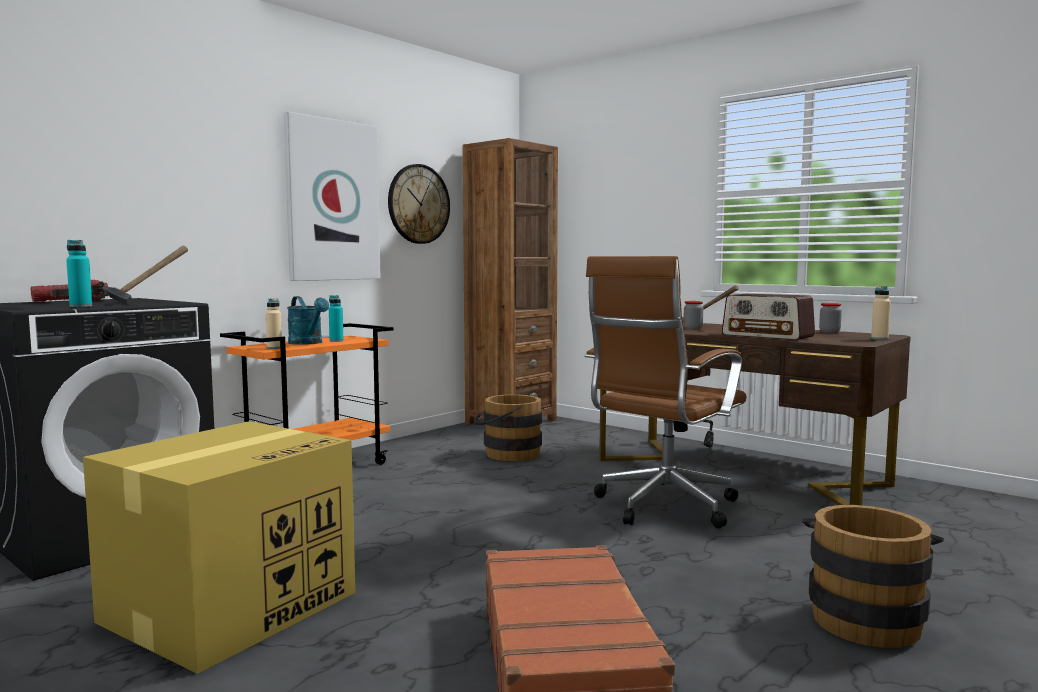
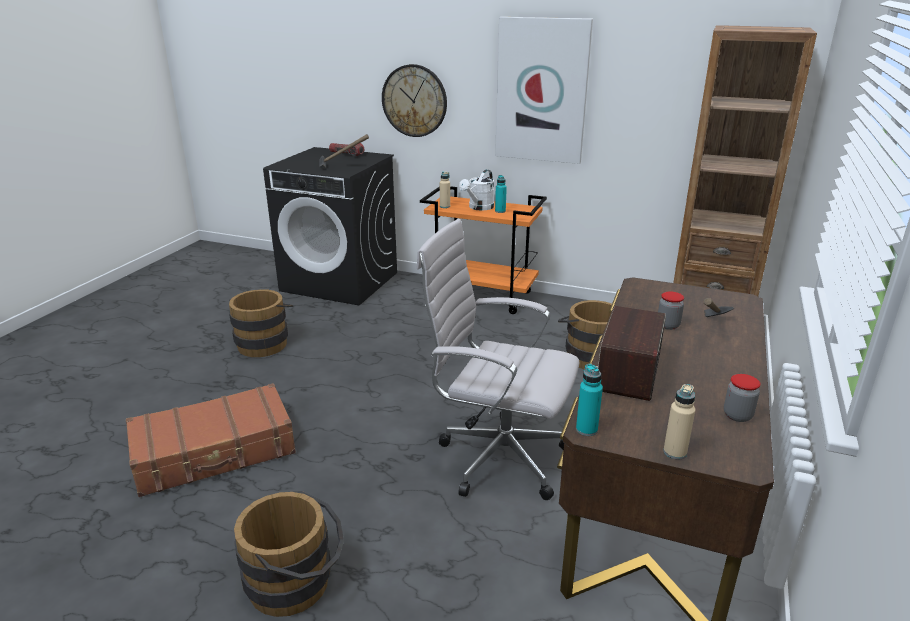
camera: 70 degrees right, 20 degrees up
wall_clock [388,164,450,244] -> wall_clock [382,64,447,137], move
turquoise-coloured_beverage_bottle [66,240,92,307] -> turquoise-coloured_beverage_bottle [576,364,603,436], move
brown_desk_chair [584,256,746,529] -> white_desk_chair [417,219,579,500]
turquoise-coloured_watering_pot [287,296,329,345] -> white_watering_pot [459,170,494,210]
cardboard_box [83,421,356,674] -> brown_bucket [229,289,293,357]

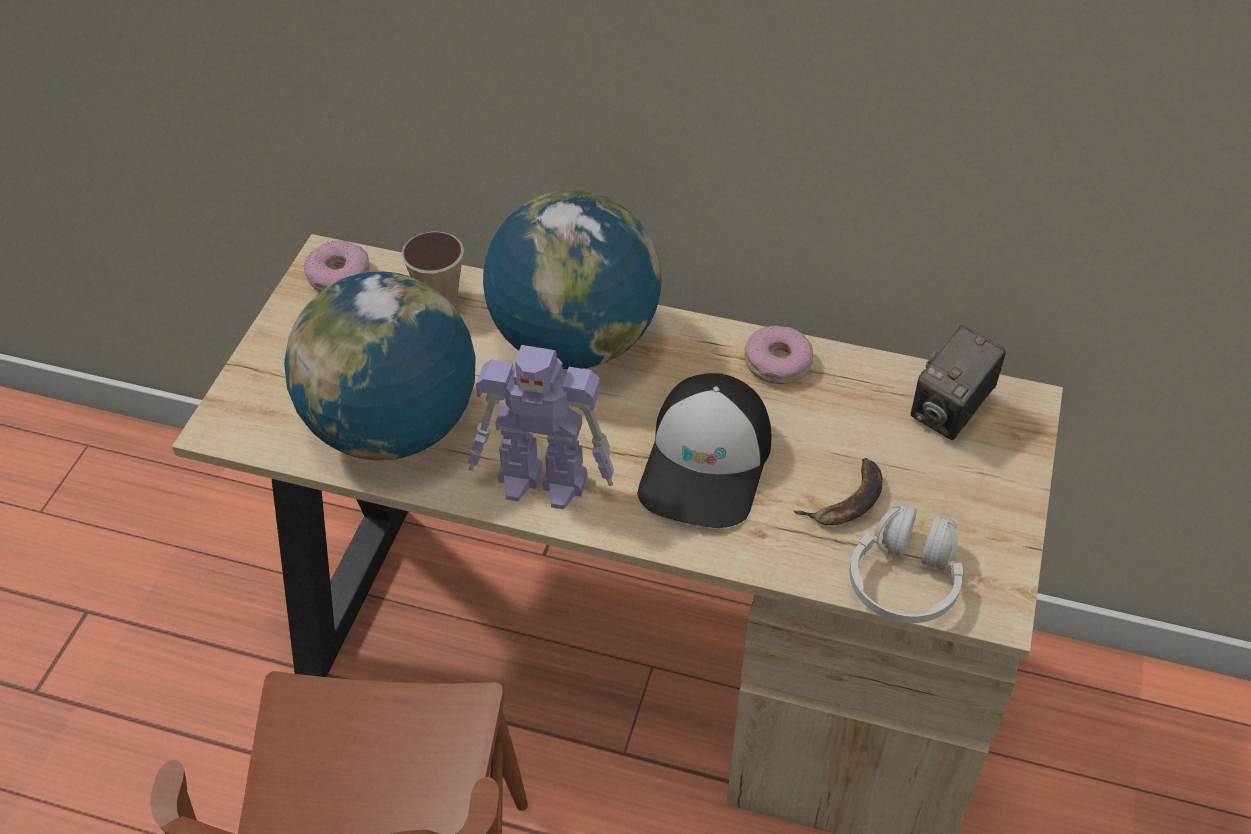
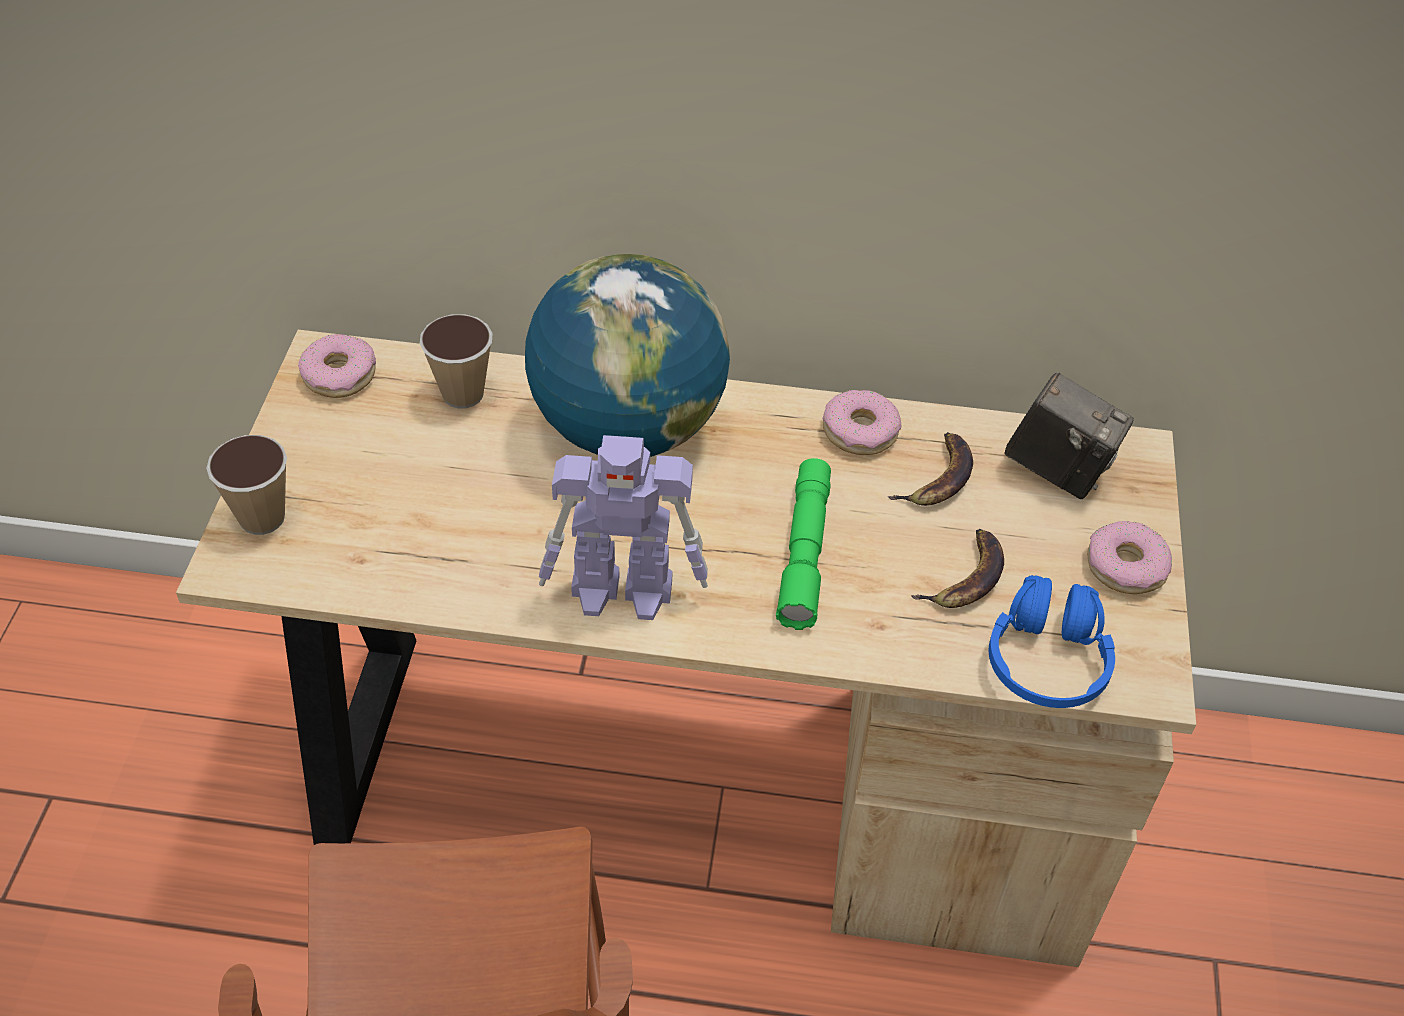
camera: 10 degrees left, 0 degrees up
globe [284,272,476,460] -> none
still_camera [911,325,1006,440] -> still_camera [1005,373,1134,499], 90 degrees counterclockwise
peaked_cap [637,373,771,528] -> green_torch [776,458,831,630]
white_headphones [849,503,963,623] -> bluish_headphones [988,575,1115,708]
none -> whole_banana [888,432,973,506]
none -> cup [206,435,287,535]
none -> donut [1087,521,1172,594]

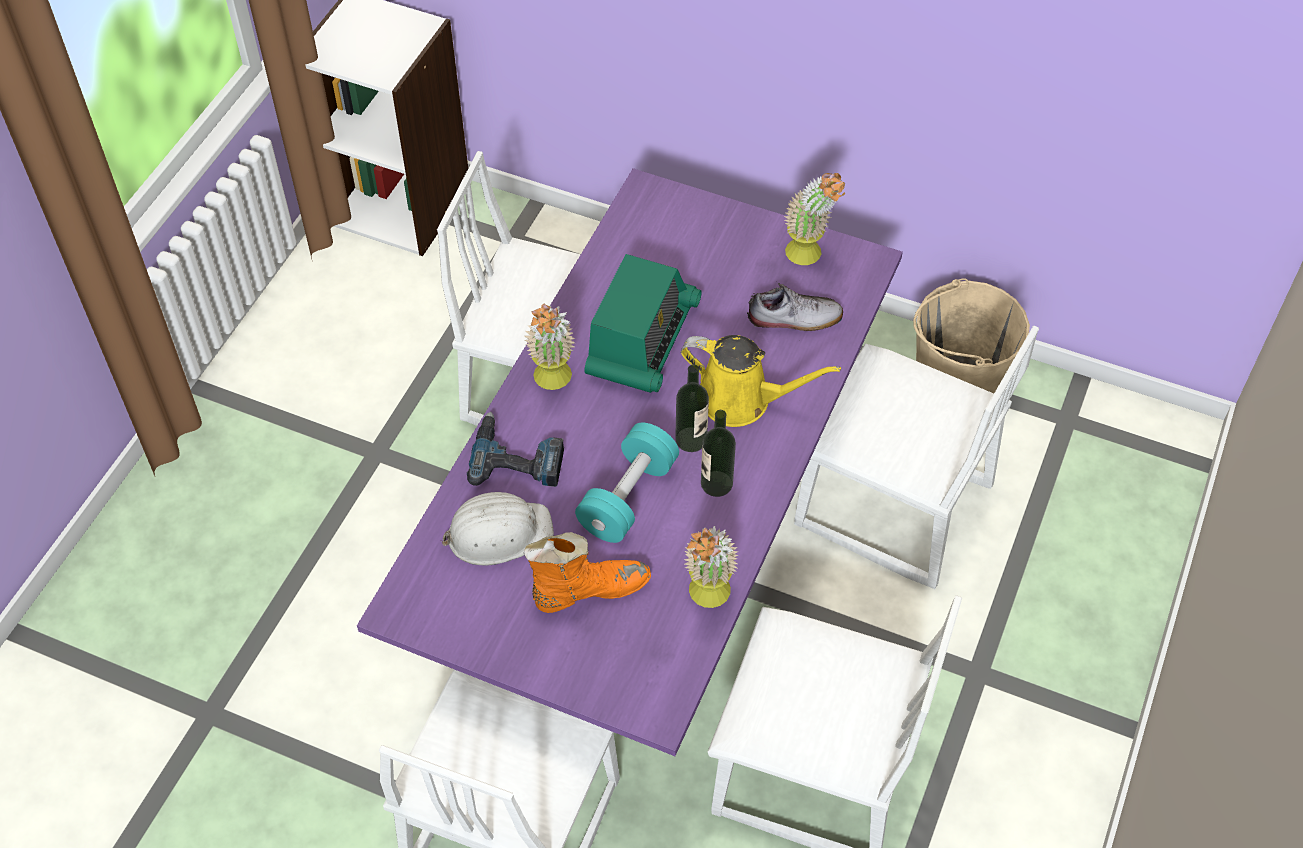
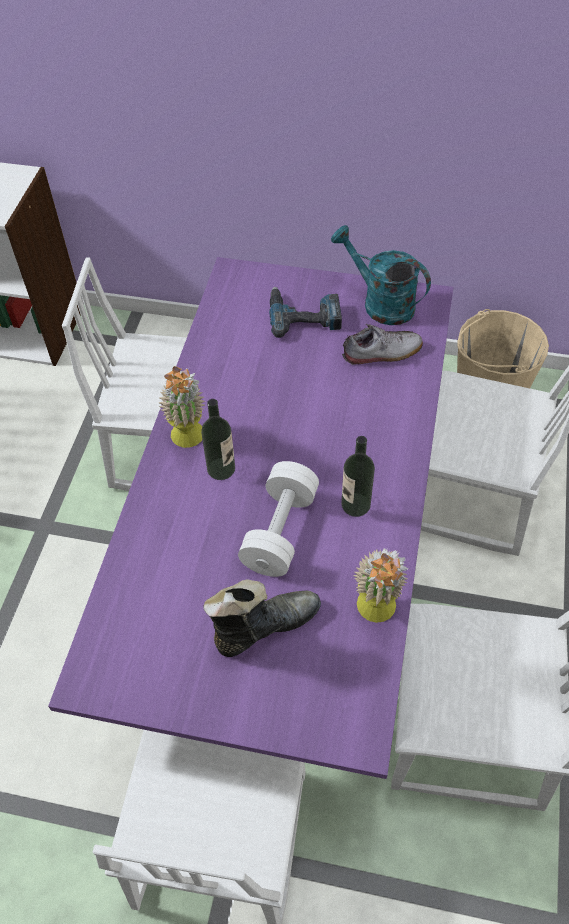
camera: 10 degrees left, 0 degrees up
potted_plant [784,173,845,265] -> turquoise-coloured_watering_pot [331,225,431,325]
radio_set [585,254,702,393] -> none
yellowish_watering_pot [681,335,841,427] -> none
beverage_bottle [675,364,709,452] -> beverage_bottle [201,399,235,480], move
drill [467,412,564,487] -> drill [269,287,342,338], move
turquoise-coloured_dumbbell [575,423,679,543] -> white_dumbbell [238,461,319,577]
white_work_helmet [440,492,554,566] -> none
orange-coloured_high-top_boot [524,532,651,613] -> black-coloured_high-top_boot [204,579,321,657]

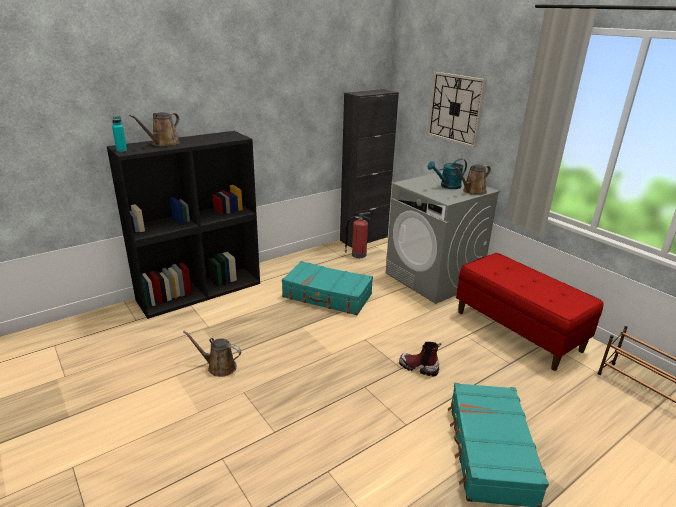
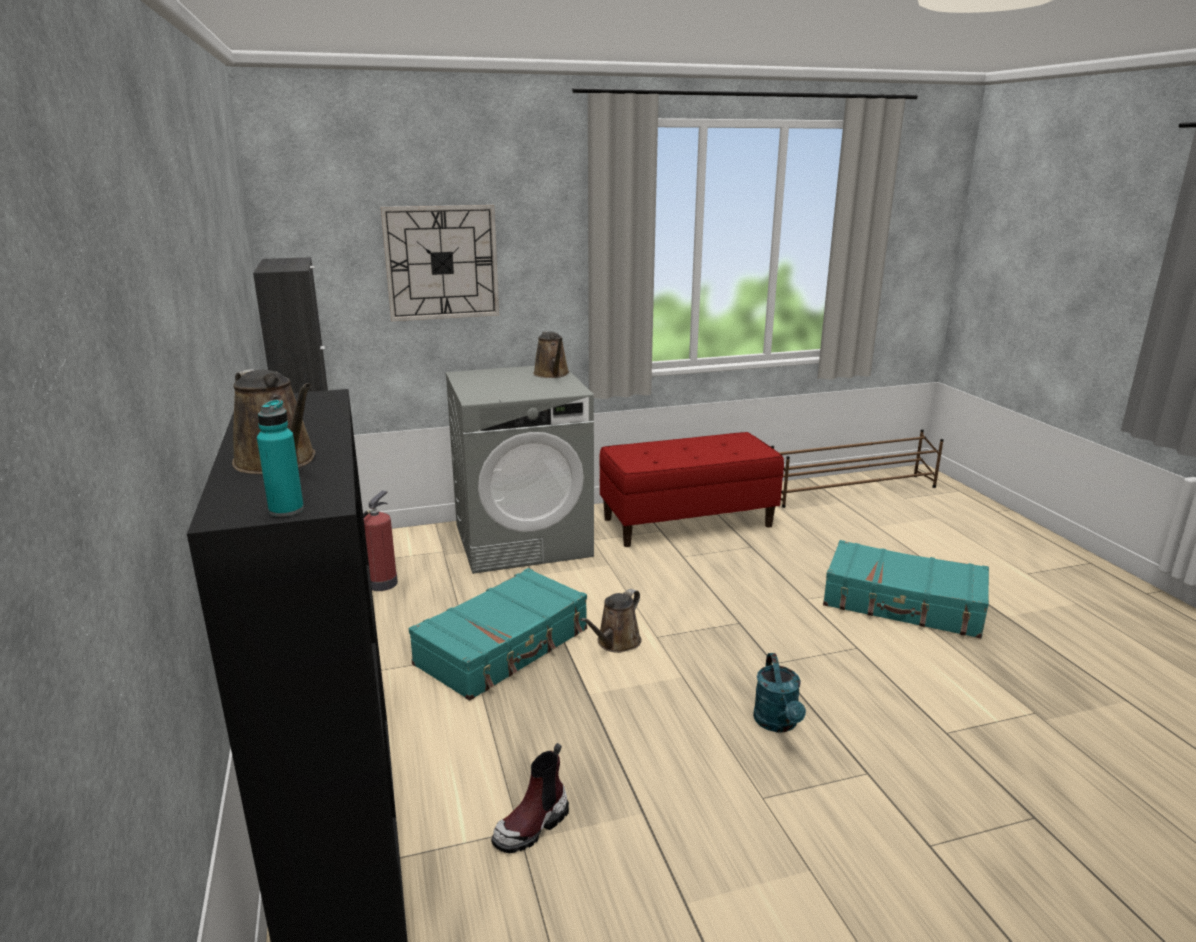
camera: 70 degrees left, 5 degrees down
turquoise-coloured_watering_pot [428,159,467,189] -> turquoise-coloured_watering_pot [753,653,806,733], move
brown_watering_pot [183,331,241,377] -> brown_watering_pot [580,589,641,653], move
high-top_boot [399,342,441,377] -> high-top_boot [491,743,569,853], move

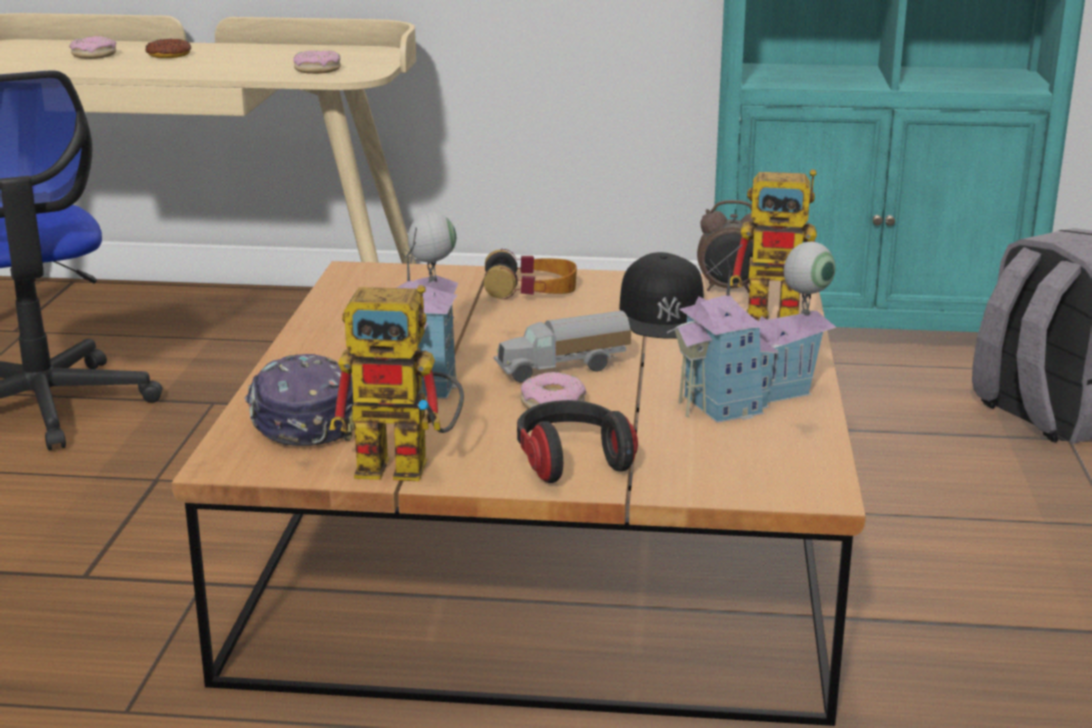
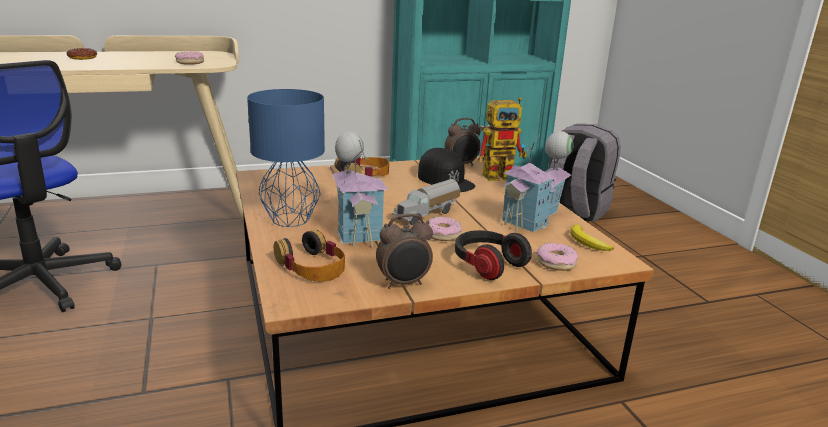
camera: 25 degrees left, 0 degrees up
donut [70,36,116,59] -> donut [536,243,578,271], move
robot_figure [329,285,464,481] -> bedside_clock [376,213,433,289]
peaked_cap [245,354,355,446] -> headphones [274,230,345,282]
none -> bluish_lamp_for_a_table [247,89,325,227]
none -> whole_banana [570,225,614,251]

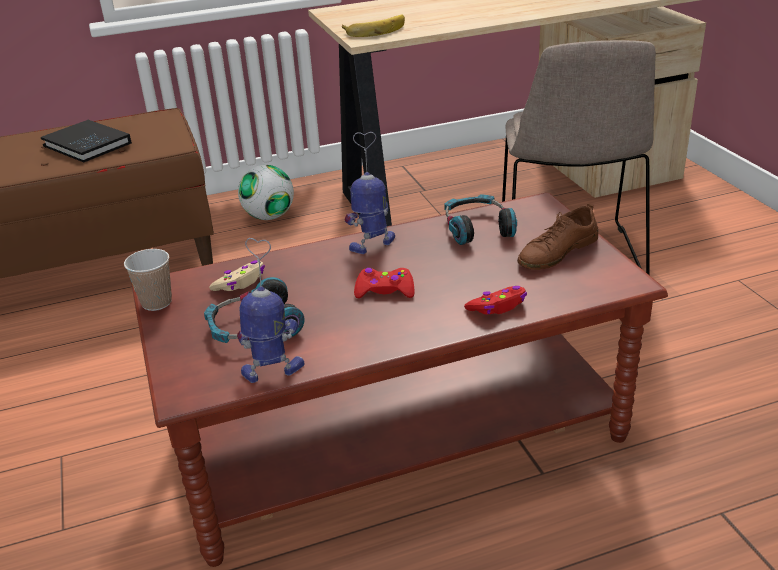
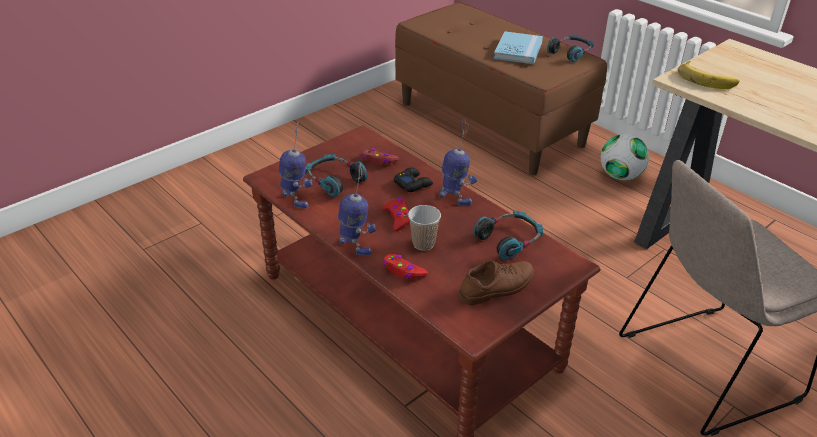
camera: 65 degrees right, 5 degrees up
black-coloured_book [41,120,132,162] -> bluish_book [494,31,543,64]
brown_item_of_footwear [517,203,598,270] -> brown_item_of_footwear [458,260,534,305], 120 degrees clockwise
cup [124,249,172,311] -> cup [408,205,441,251], move
beige_joypad [209,260,265,291] -> reddish_joypad [361,148,399,165]
none -> headphones [547,35,594,62]
none -> robot_figure [338,163,376,256]
none -> black-coloured_joypad [394,167,433,192]

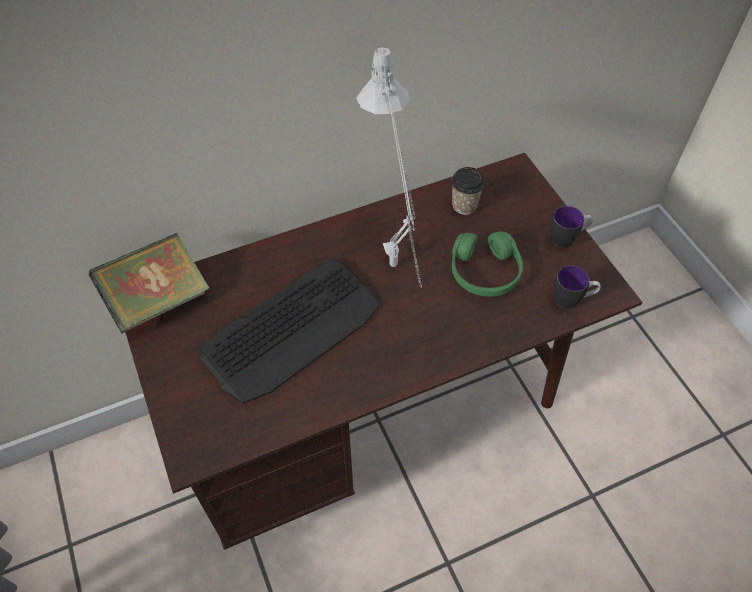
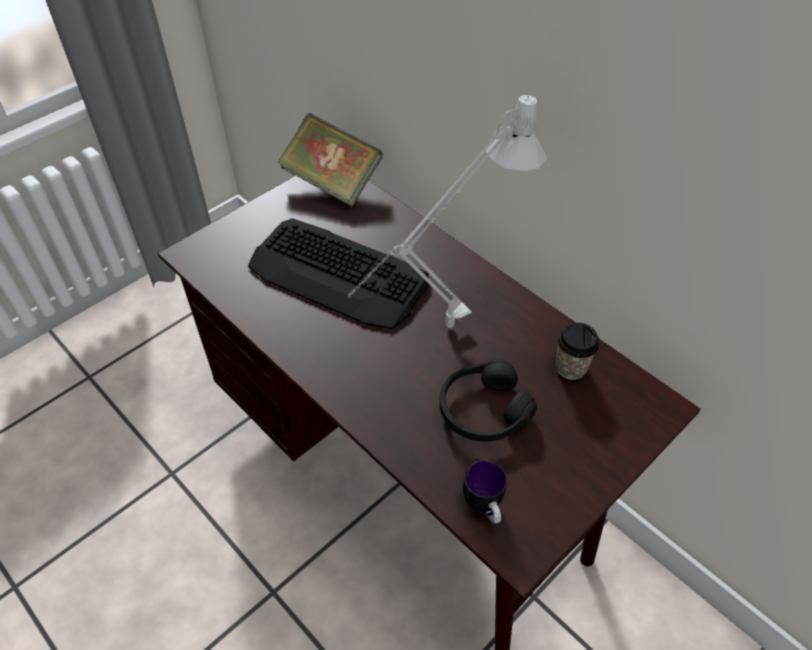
camera: 70 degrees right, 5 degrees down
coffee_mug [550,206,593,248] -> none
green_headphones [452,231,523,296] -> black-coloured_headphones [439,359,537,442]

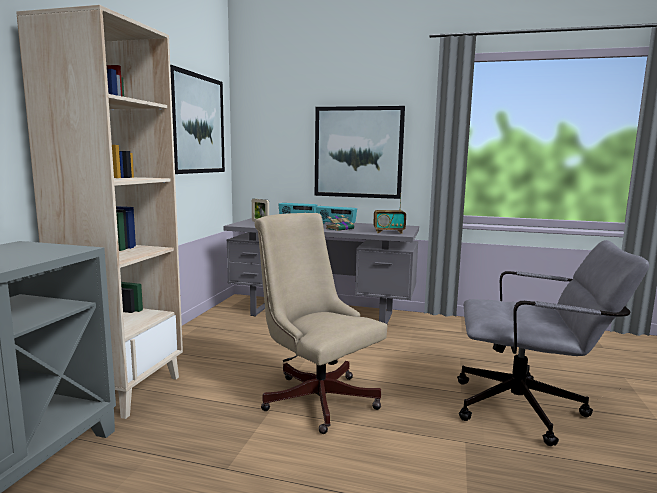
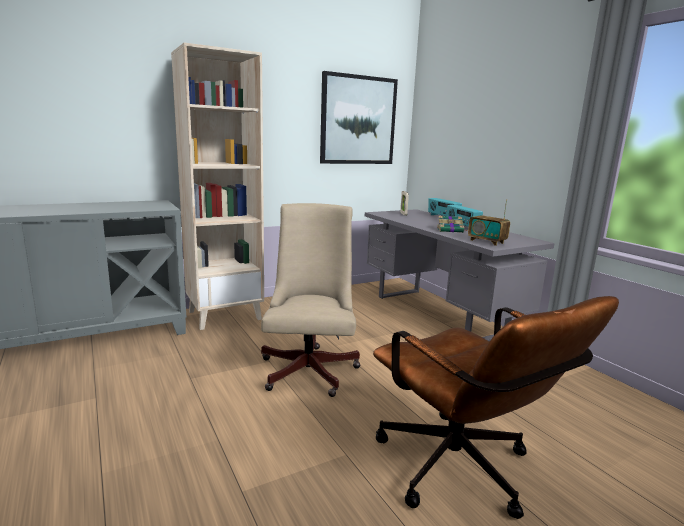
camera: 45 degrees right, 5 degrees up
wall_picture [315,106,405,199] -> none
greyish_desk_chair [457,240,649,446] -> brown_desk_chair [373,296,619,519]

